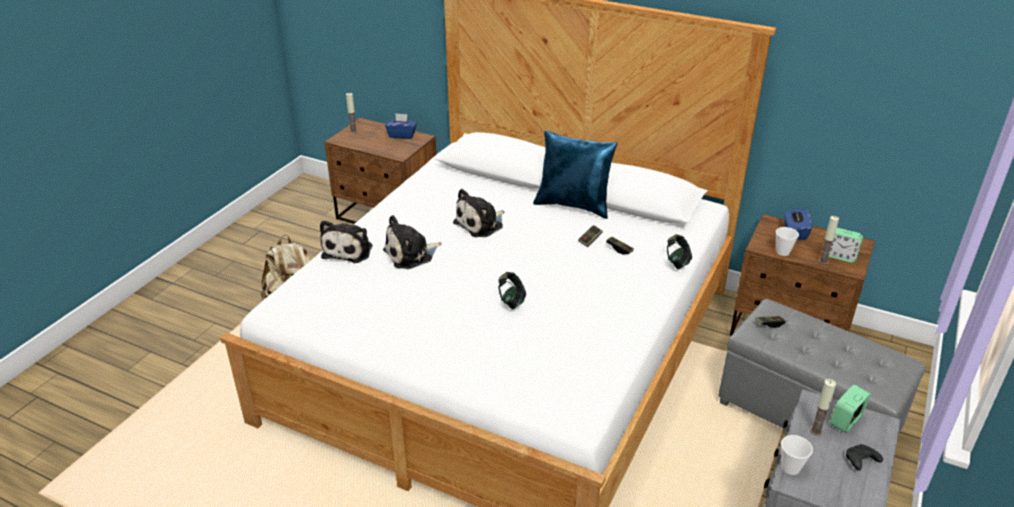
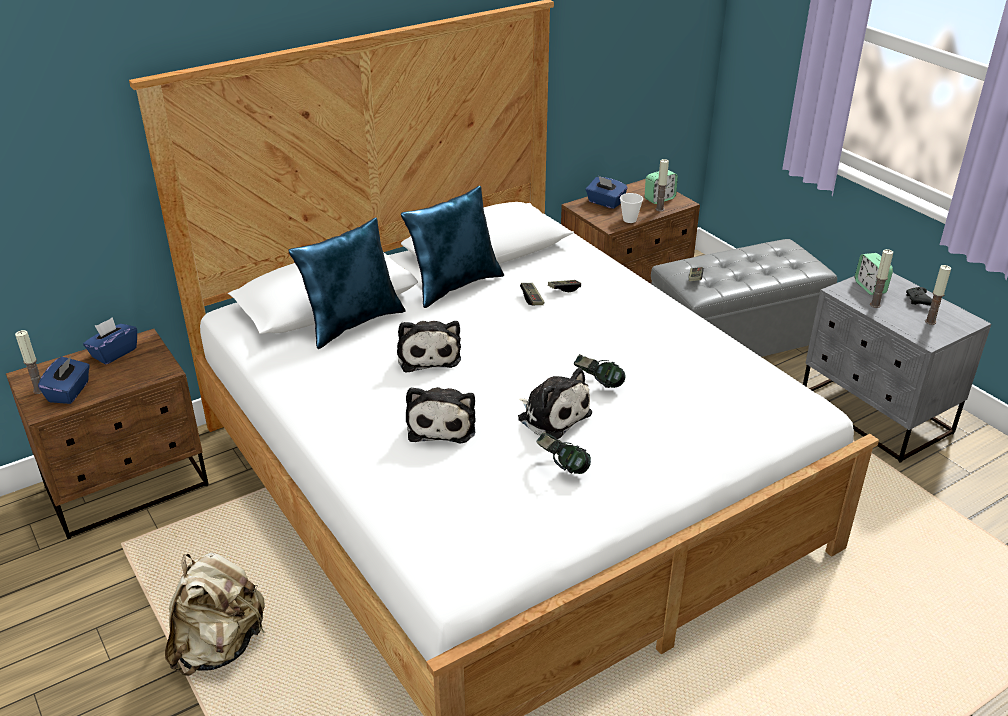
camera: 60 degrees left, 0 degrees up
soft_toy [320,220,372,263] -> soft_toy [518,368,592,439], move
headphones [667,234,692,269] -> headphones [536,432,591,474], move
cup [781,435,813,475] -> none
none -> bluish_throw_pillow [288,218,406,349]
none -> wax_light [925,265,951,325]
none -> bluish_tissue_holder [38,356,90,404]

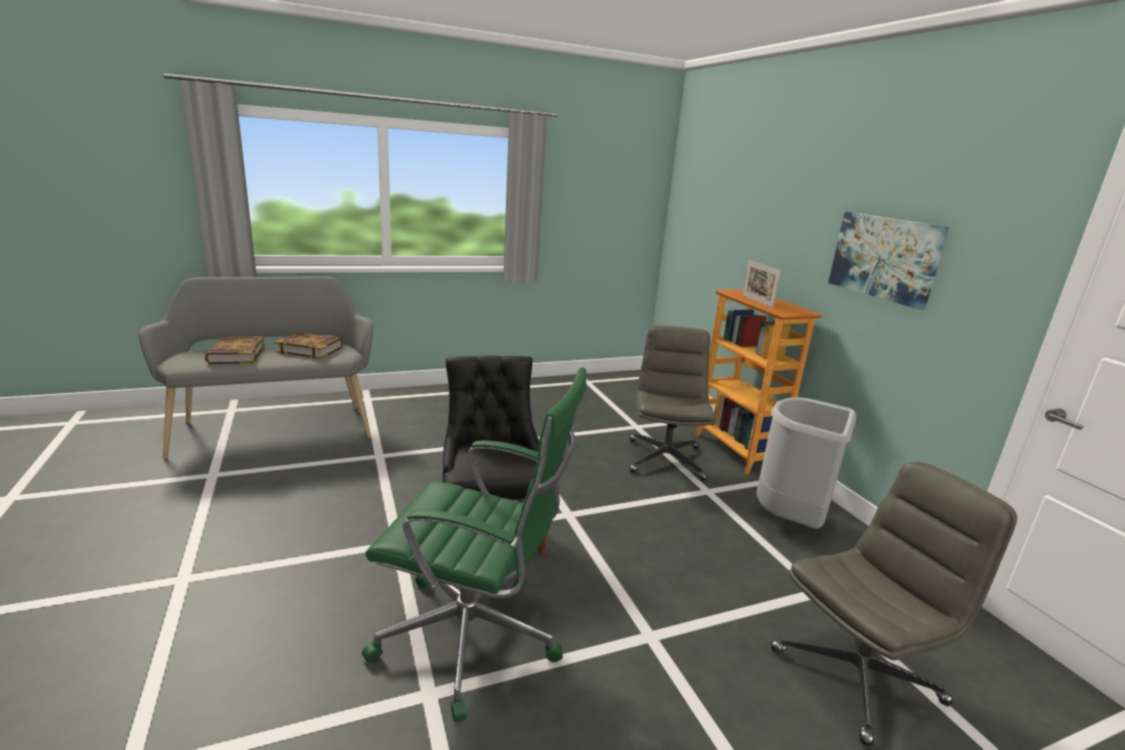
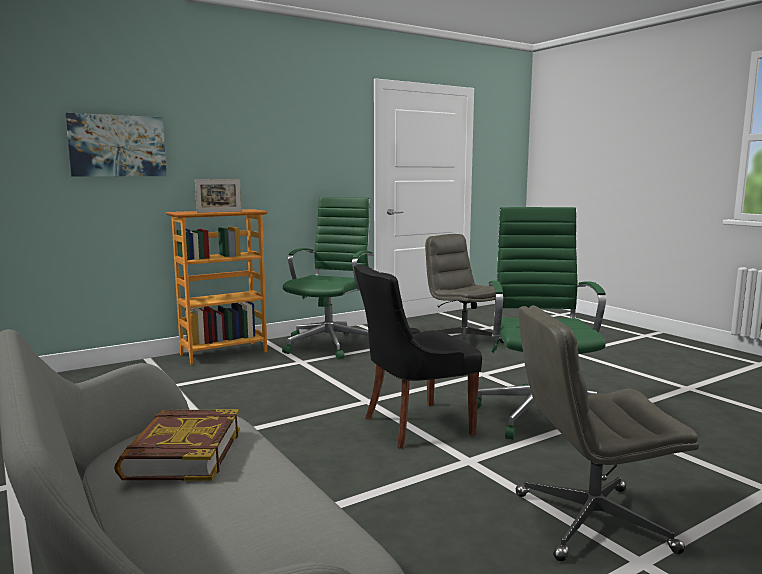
camera: 100 degrees left, 10 degrees down
wall_picture [828,212,949,310] -> wall_picture [65,113,167,177], move
greyish_desk_chair [630,325,716,481] -> greyish_desk_chair [516,305,699,561], move
book [205,336,265,364] -> none
greyish_rubbish_bin [756,397,856,529] -> green_desk_chair [282,197,374,359]

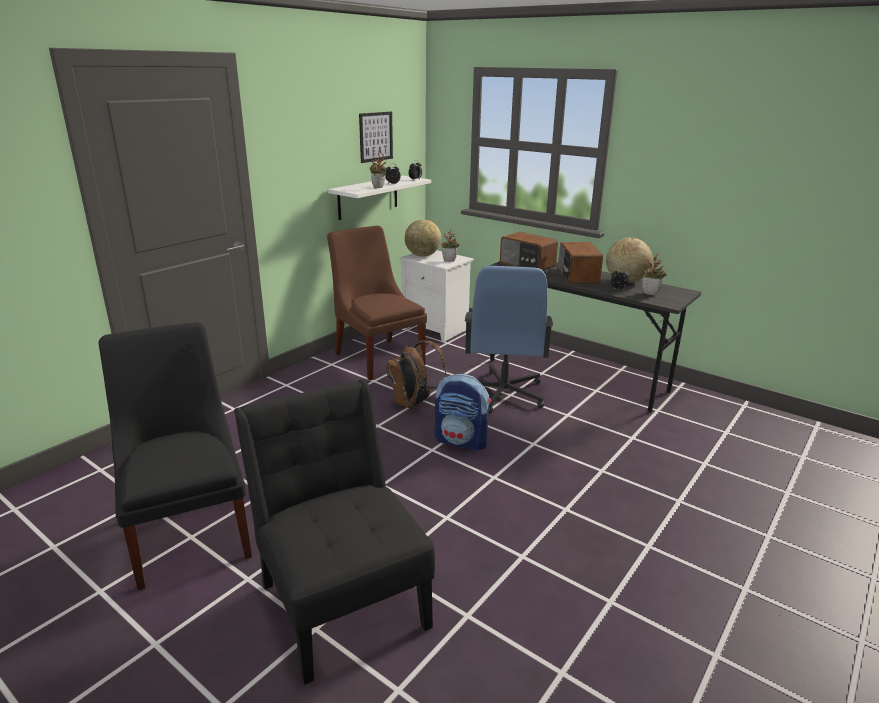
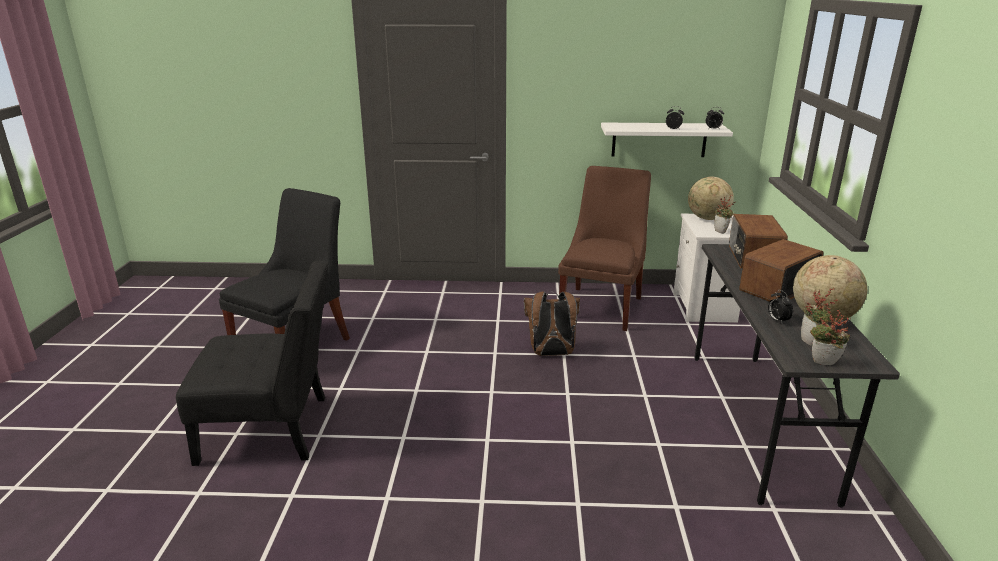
camera: 55 degrees right, 0 degrees up
wall_picture [359,112,393,163] -> none
potted_plant [370,153,387,188] -> potted_plant [810,307,851,365], move
bluish_desk_chair [465,266,553,413] -> none
backpack [435,374,491,451] -> none
black-coloured_chair [234,379,435,684] -> black-coloured_chair [176,261,328,466], 60 degrees clockwise

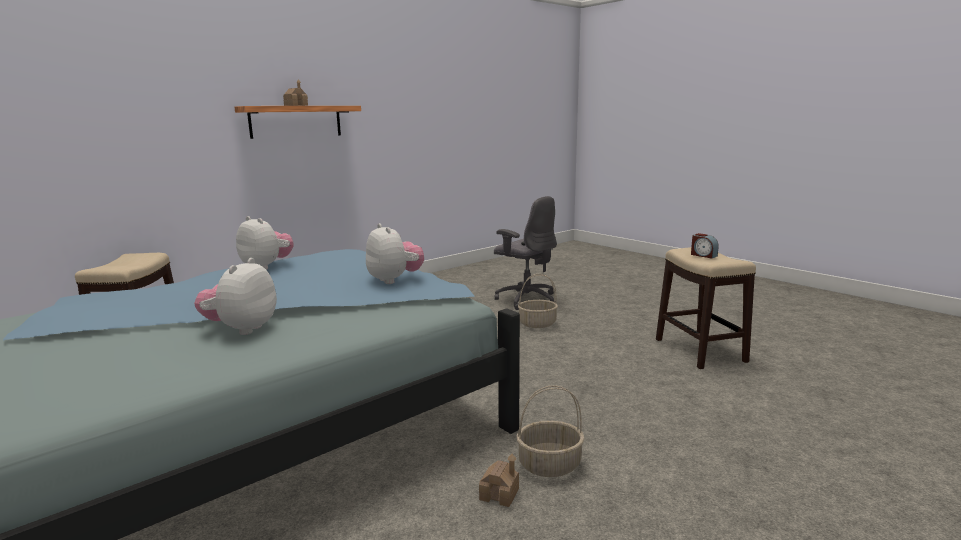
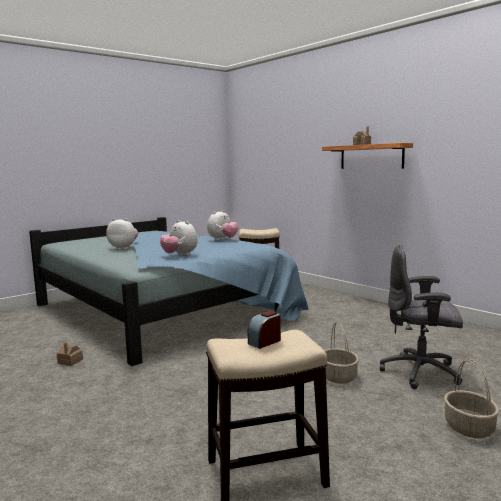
camera: 90 degrees right, 5 degrees down
greyish_desk_chair [494,196,557,310] -> greyish_desk_chair [380,245,463,389], 60 degrees clockwise
soft_toy [366,223,424,284] -> soft_toy [160,220,198,256], 75 degrees clockwise
household_basket [517,385,585,477] -> household_basket [444,359,499,438], move

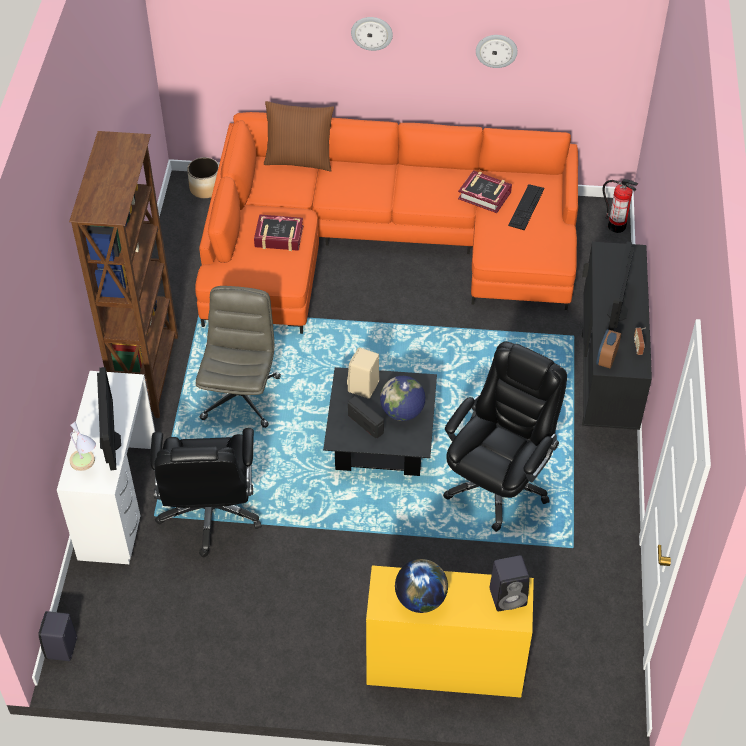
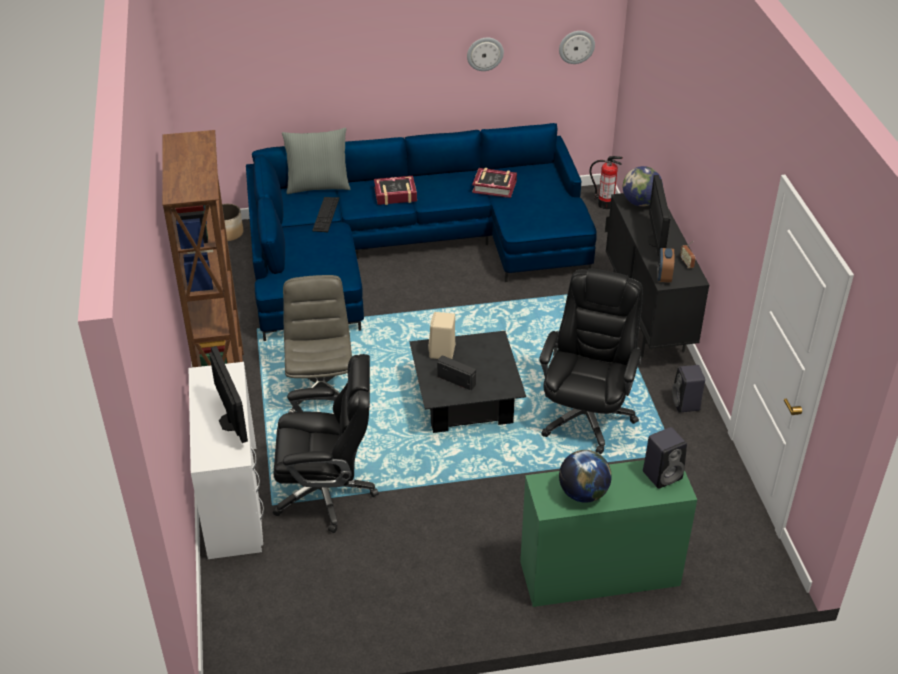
camera: 15 degrees left, 10 degrees down
wall_clock [351,17,393,51] -> wall_clock [559,31,595,64], move
brown_throw_pillow [264,101,334,171] -> greyish_throw_pillow [282,128,351,194]
orange-coloured_settee [195,112,578,334] -> bluish_settee [246,123,597,341]
computer_keyboard [508,184,544,230] -> computer_keyboard [312,197,339,232], move
book [254,214,303,251] -> book [374,176,417,205], move
globe [380,376,425,421] -> globe [623,166,663,207], move
lamp_for_a_table [70,421,96,471] -> none
black-coloured_desk_chair [150,428,262,557] -> black-coloured_desk_chair [273,354,379,533], 75 degrees counterclockwise
yellowish_desk [366,565,534,698] -> green_desk [520,460,697,607]
black-coloured_loudspeaker [38,611,77,661] -> black-coloured_loudspeaker [672,365,705,413], move

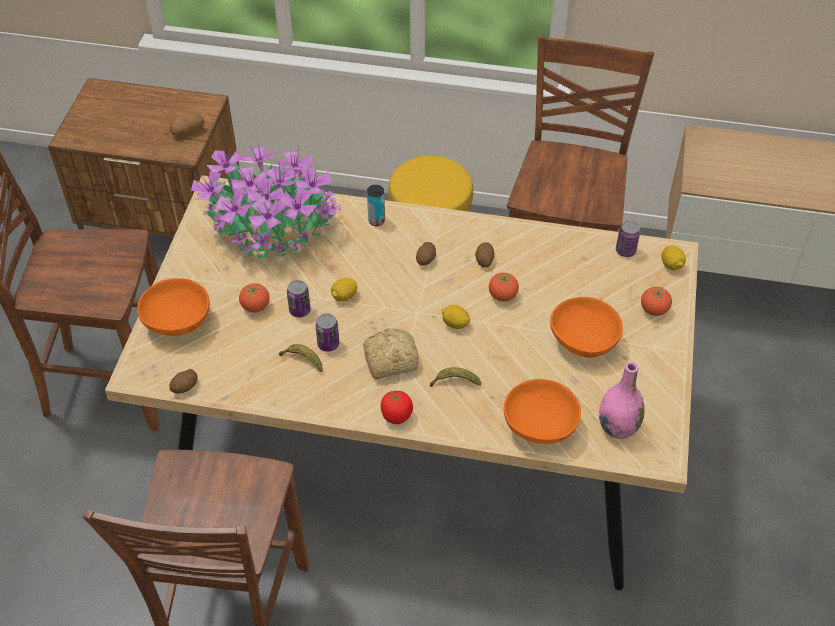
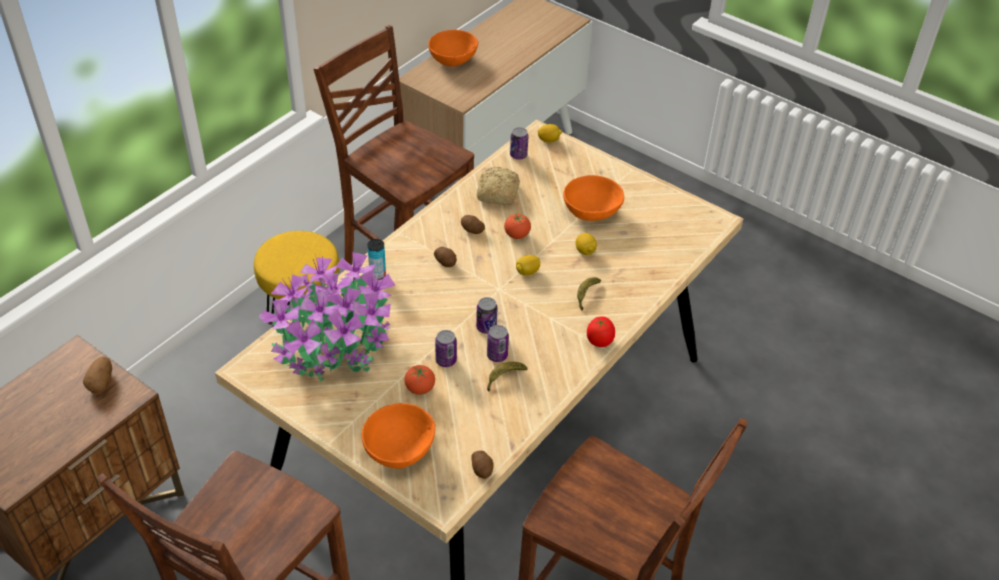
camera: 65 degrees left, 5 degrees down
citrus_fruit [331,278,357,302] -> citrus_fruit [576,233,597,255], move
whole_tomato [641,287,672,316] -> none
bakery_bread [363,328,419,379] -> bakery_bread [477,167,520,205], move
pink-coloured_flower_vase [599,362,645,439] -> none
orange-coloured_serving_bowl [504,379,581,444] -> orange-coloured_serving_bowl [428,30,479,67], move
none -> sealed_can [476,297,498,334]

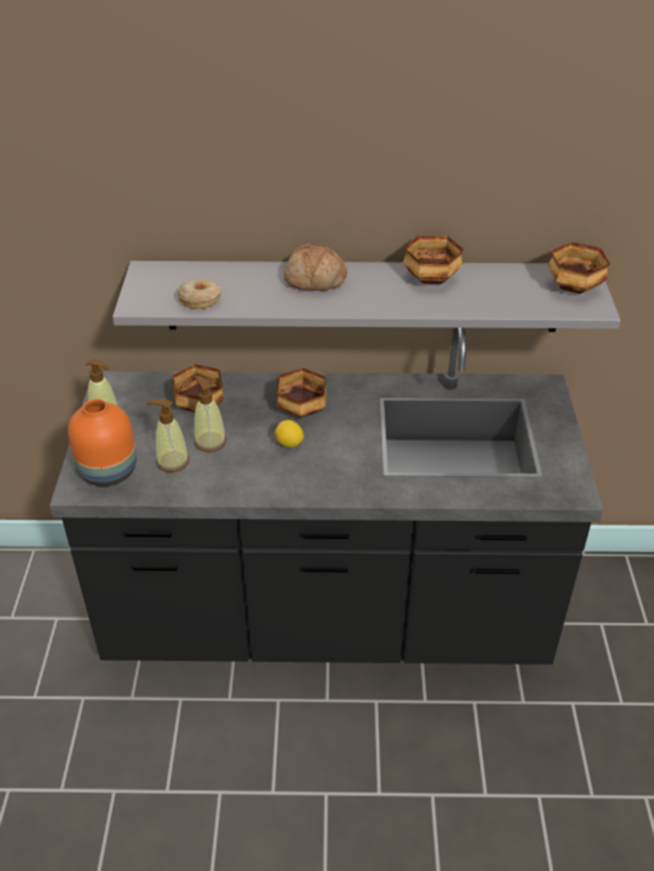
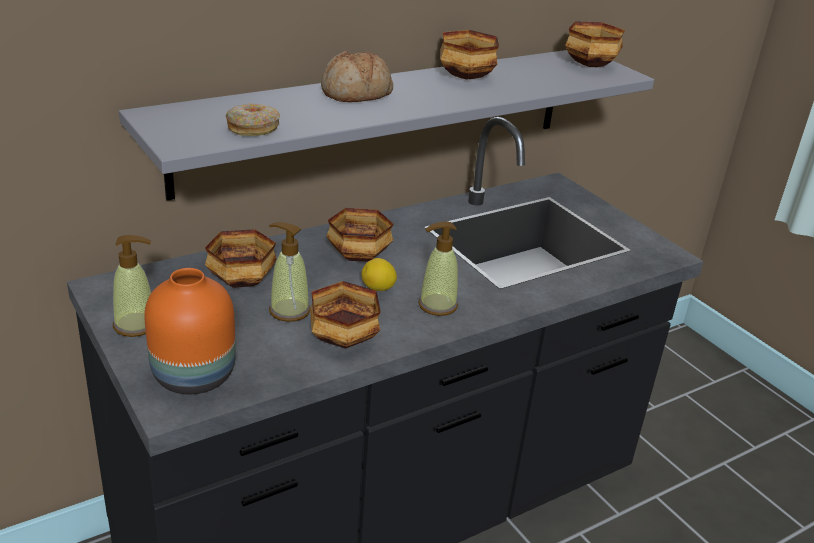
camera: 35 degrees left, 10 degrees down
liquid_soap_bottle [146,399,189,472] -> liquid_soap_bottle [418,221,459,316], move
none -> serving_bowl [310,281,380,349]

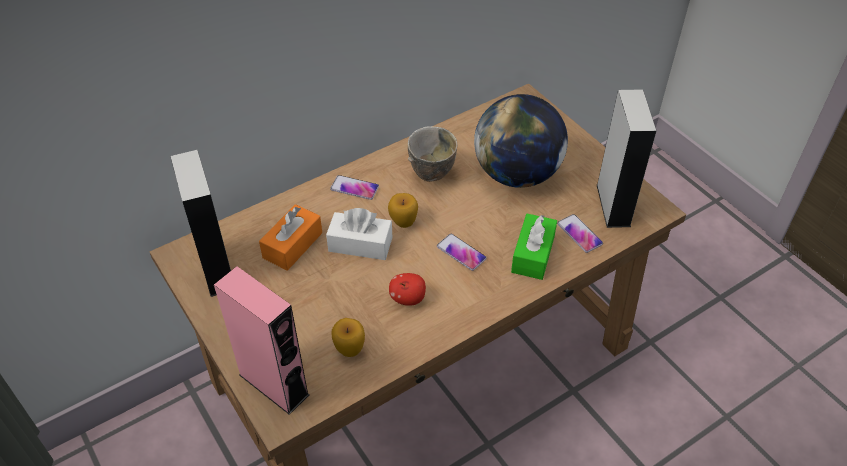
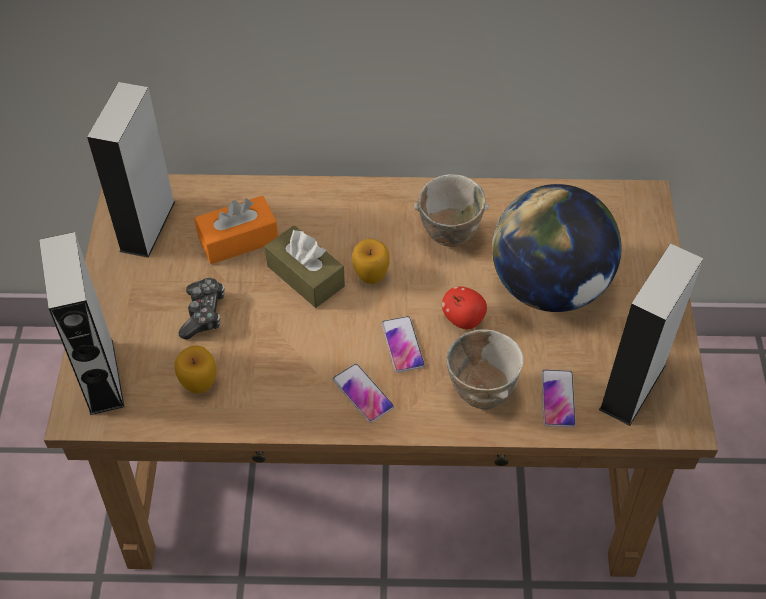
camera: 35 degrees right, 5 degrees up
handset [330,175,379,200] -> handset [333,364,394,423], move
white_tissue_holder [326,208,392,260] -> brown_tissue_holder [265,225,345,308]
green_tissue_holder [511,214,557,280] -> serving_bowl [446,329,524,410]
pink-coloured_loudspeaker [214,266,309,415] -> greyish_loudspeaker [39,232,124,415]
apple_fruit [389,273,426,306] -> apple_fruit [442,286,487,329], move
none -> joypad [179,278,225,340]

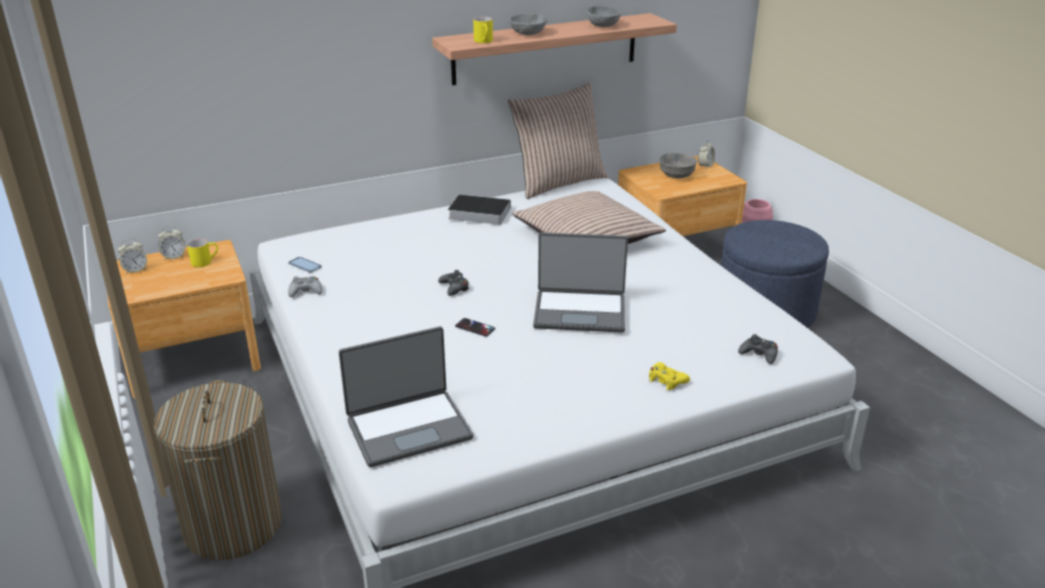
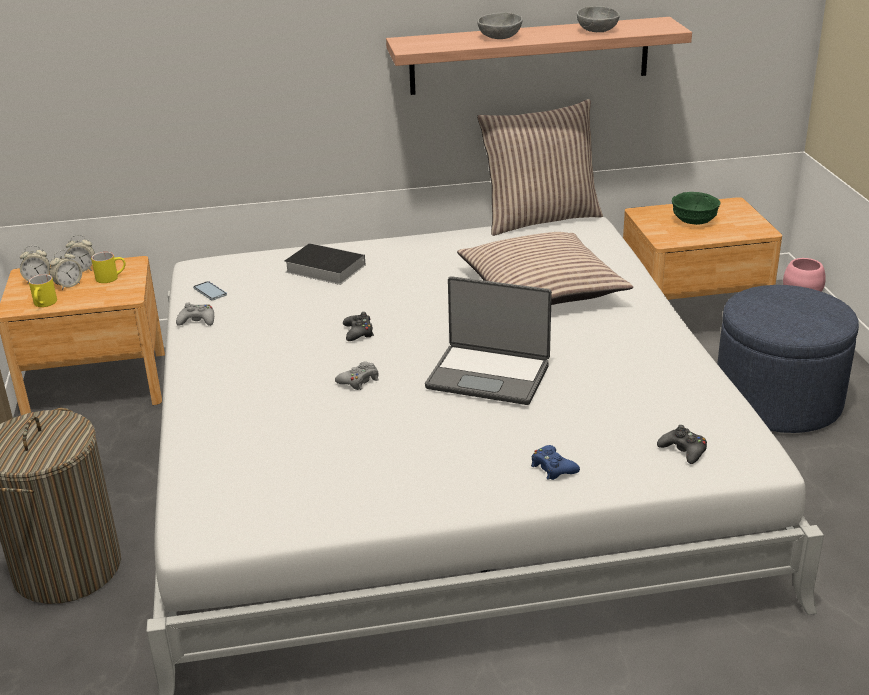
camera: 15 degrees right, 0 degrees up
yellowish_coffee_mug [473,17,493,43] -> yellowish_coffee_mug [29,274,57,307], move
bedside_clock [698,140,715,169] -> bedside_clock [50,250,82,290], move
greyish_serving_bowl [659,153,697,179] -> green_serving_bowl [672,192,721,225]
book [448,194,511,225] -> book [285,243,366,285], move
handset [455,318,495,337] -> greyish_joypad [335,361,379,390]
notebook_computer [339,326,473,468] -> none
yellowish_joypad [649,362,690,390] -> bluish_joypad [531,445,580,480]

